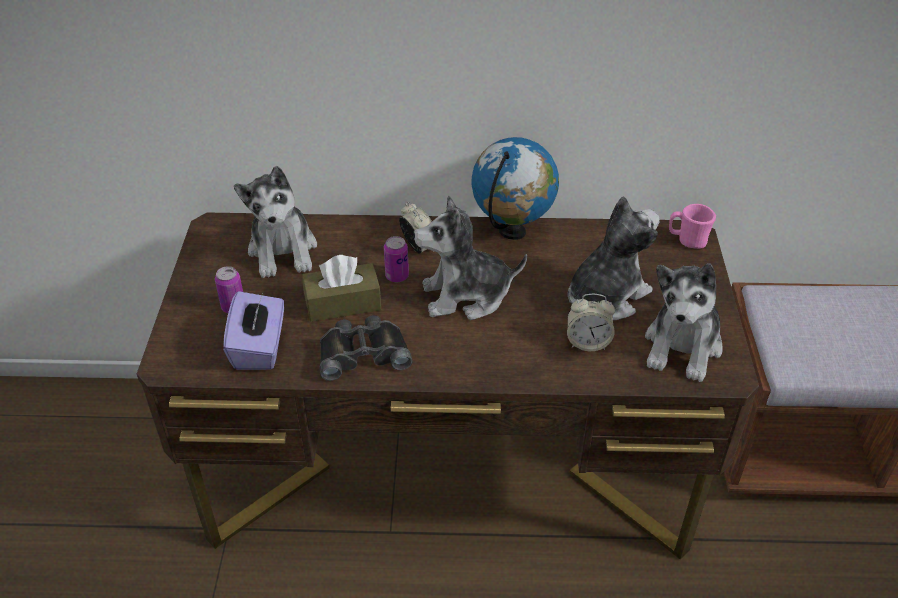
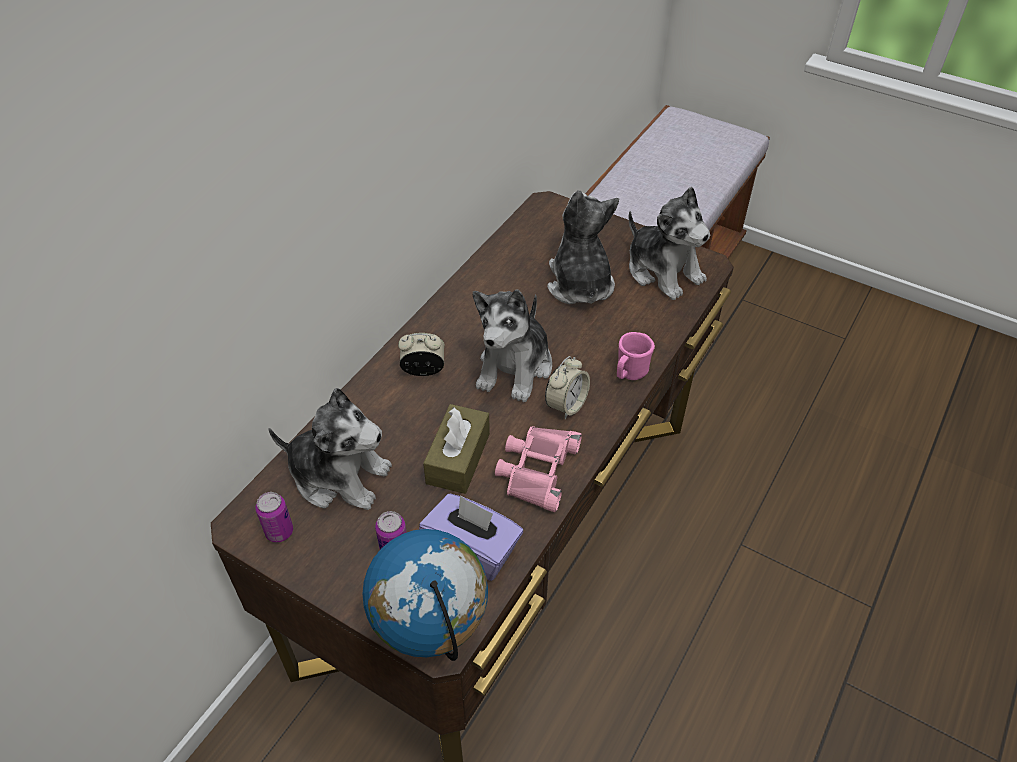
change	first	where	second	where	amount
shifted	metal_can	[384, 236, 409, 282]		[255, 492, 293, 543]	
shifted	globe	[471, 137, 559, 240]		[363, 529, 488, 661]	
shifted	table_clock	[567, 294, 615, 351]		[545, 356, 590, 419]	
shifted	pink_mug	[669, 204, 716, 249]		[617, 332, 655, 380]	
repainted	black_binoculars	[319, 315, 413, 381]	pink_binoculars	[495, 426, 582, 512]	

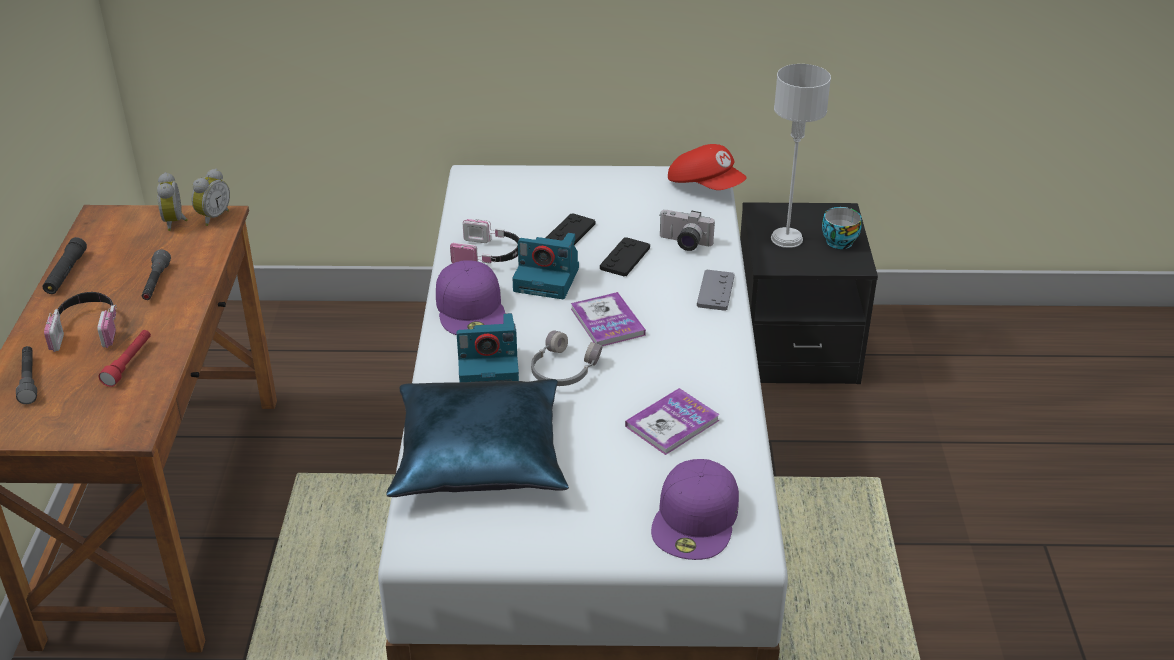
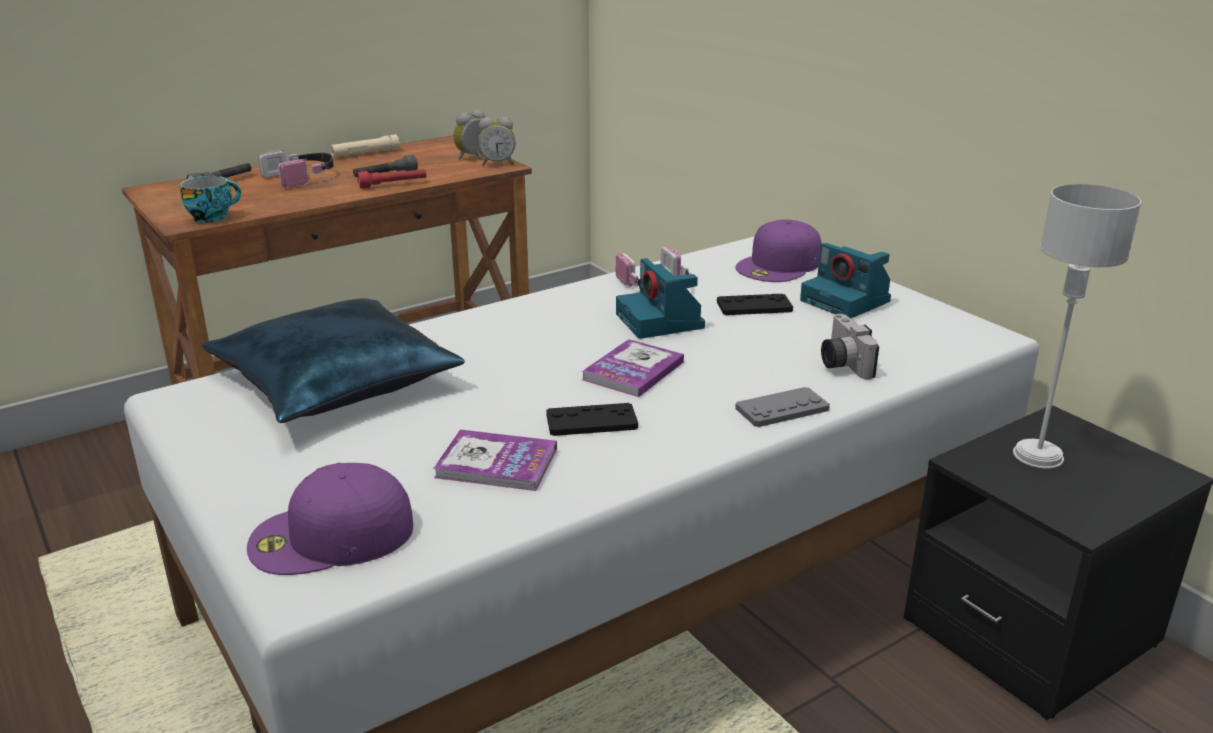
change	first	where	second	where	amount
gone	gray_pair_of_headphones	[531, 330, 602, 386]			
gone	reddish_baseball_cap	[668, 144, 747, 190]			
shifted	reddish_hand_torch	[99, 330, 151, 387]		[357, 169, 426, 188]	
shifted	purple_baseball_cap	[436, 260, 506, 335]		[735, 219, 822, 282]	
shifted	still_camera	[457, 313, 519, 382]		[800, 243, 891, 319]	
shifted	black_gamepad	[600, 237, 650, 277]		[546, 403, 638, 436]	
shifted	cup	[822, 207, 862, 249]		[180, 176, 241, 223]	
repainted	black_hand_torch	[43, 237, 87, 294]	beige_hand_torch	[330, 134, 400, 157]	

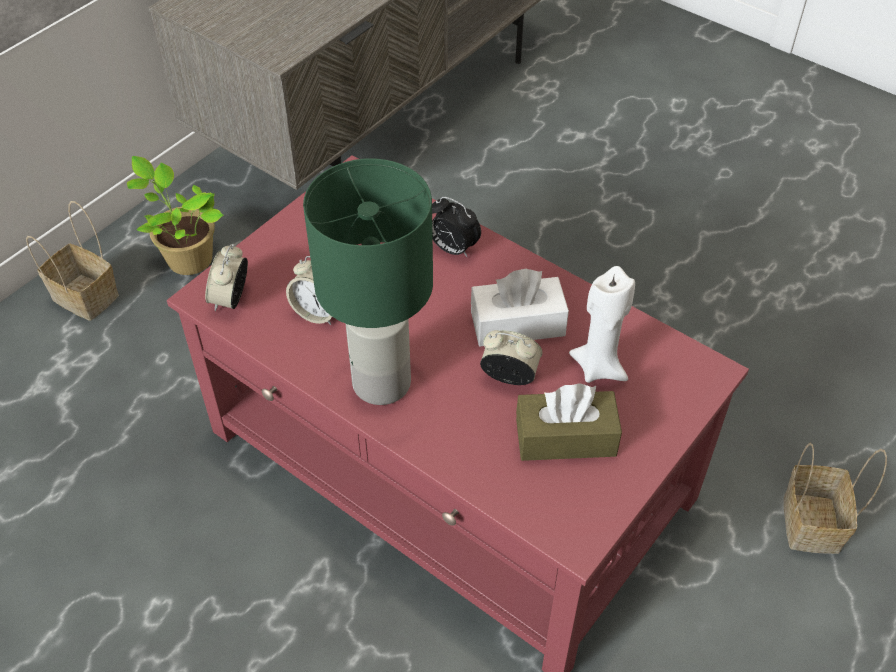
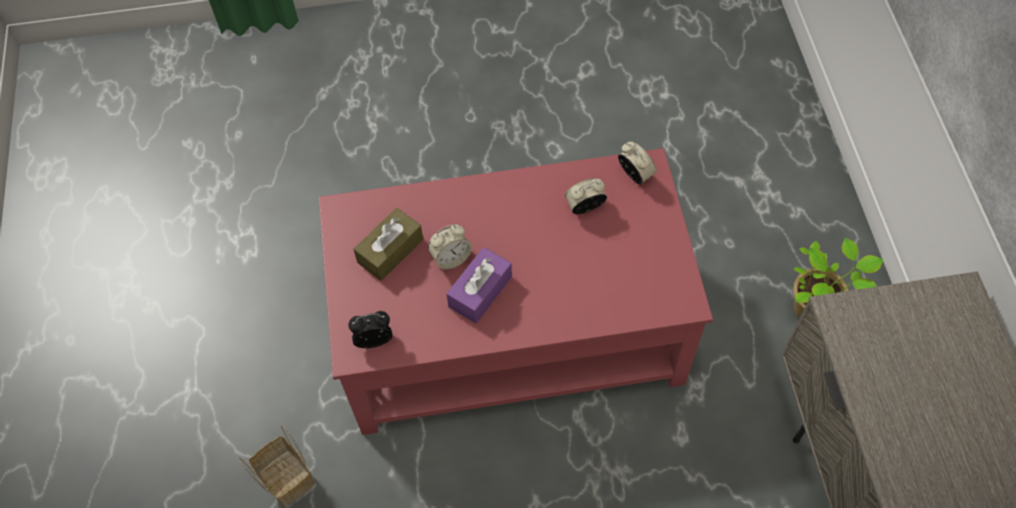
change	first	where	second	where	amount
gone	basket	[26, 201, 119, 321]			
gone	greenish_lamp_for_a_table	[303, 159, 433, 405]			
gone	white-coloured_candle	[569, 266, 635, 383]			
shifted	table_clock	[432, 197, 481, 258]		[348, 311, 393, 348]	
repainted	white-coloured_box_of_tissues	[471, 269, 569, 346]	purple_box_of_tissues	[447, 247, 512, 324]	

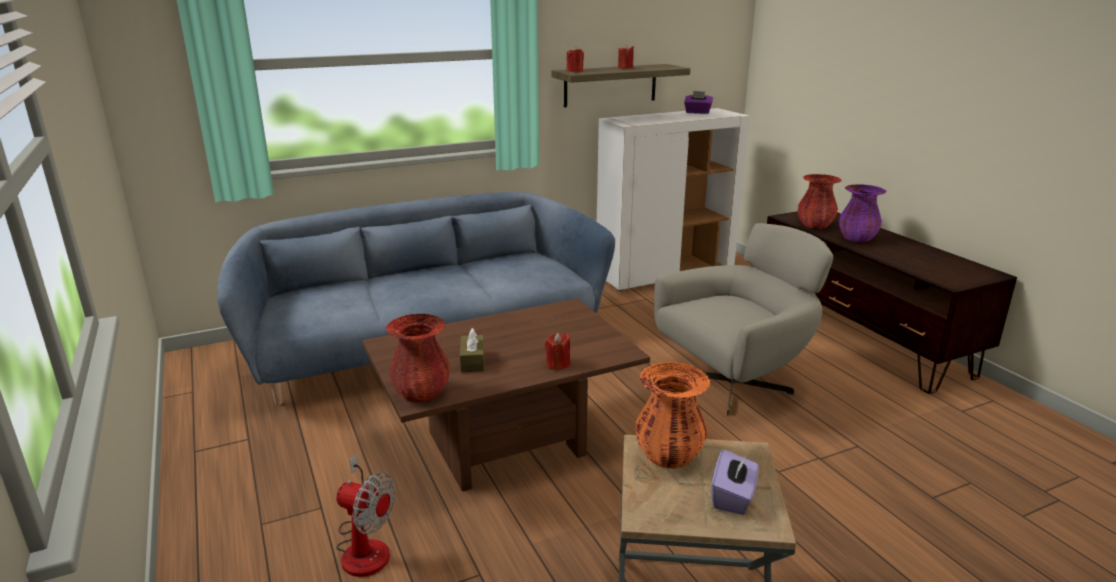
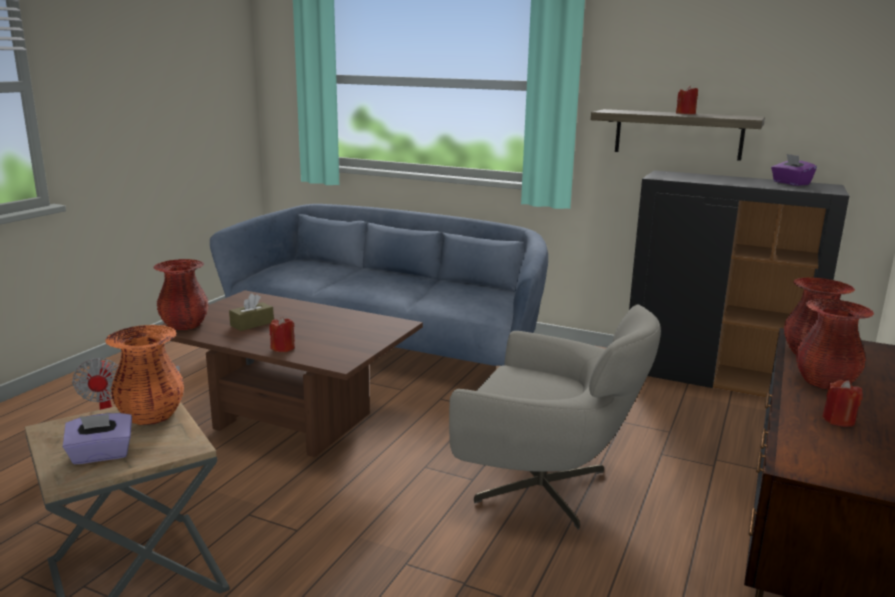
change	first	where	second	where	amount
shifted	reddish_candle	[566, 47, 584, 72]		[822, 380, 863, 427]	
repainted	white-coloured_storage_cabinet	[597, 108, 750, 291]	black_storage_cabinet	[629, 170, 849, 397]	
repainted	purple_decorative_vase	[839, 184, 886, 242]	reddish_decorative_vase	[795, 299, 874, 389]	

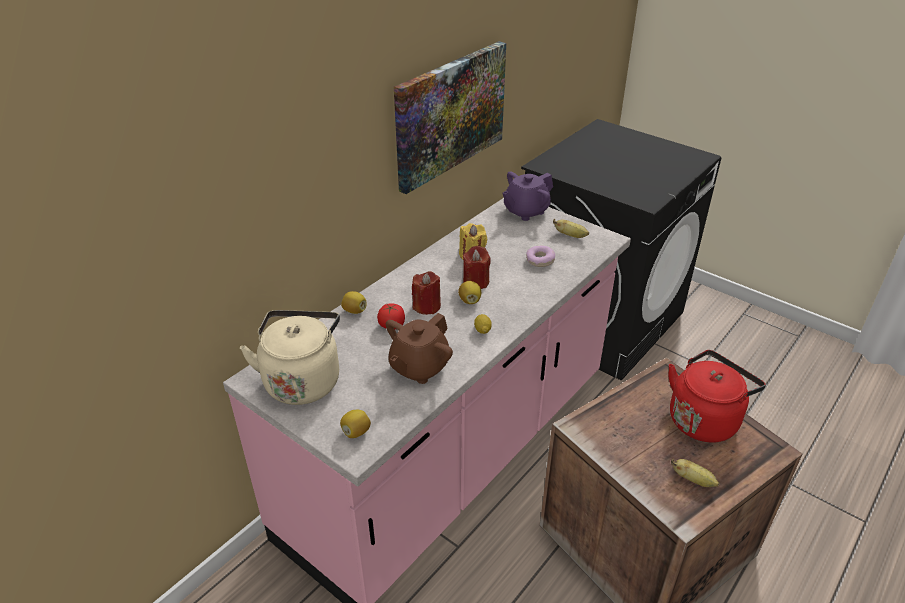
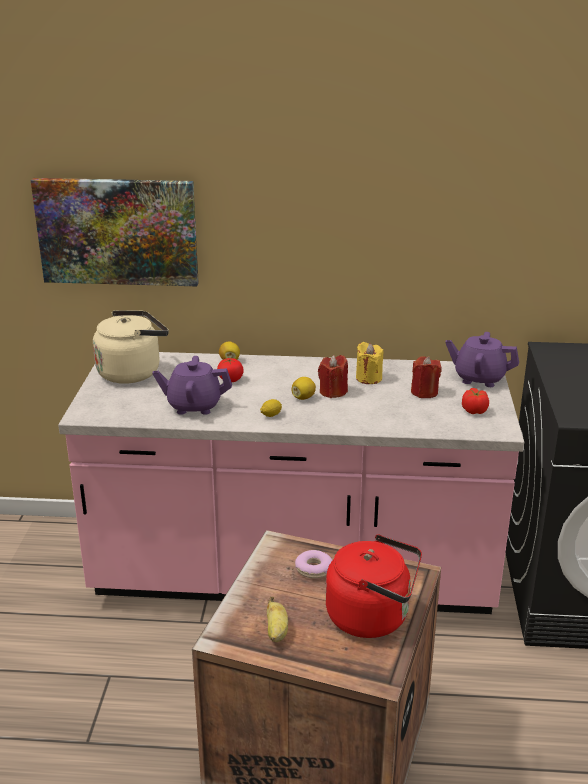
change	first	where	second	where	amount
gone	lemon	[340, 410, 371, 438]			
shifted	wall_art	[394, 41, 506, 194]		[31, 178, 199, 286]	
shifted	reddish_candle	[412, 271, 441, 315]		[411, 356, 441, 398]	
shifted	donut	[526, 246, 555, 267]		[295, 550, 332, 579]	
swapped	banana_fruit	[553, 219, 589, 238]	fresh_tomato	[462, 388, 489, 414]	
repainted	brown_tea_pot	[386, 313, 453, 384]	purple_tea_pot	[152, 356, 232, 415]	

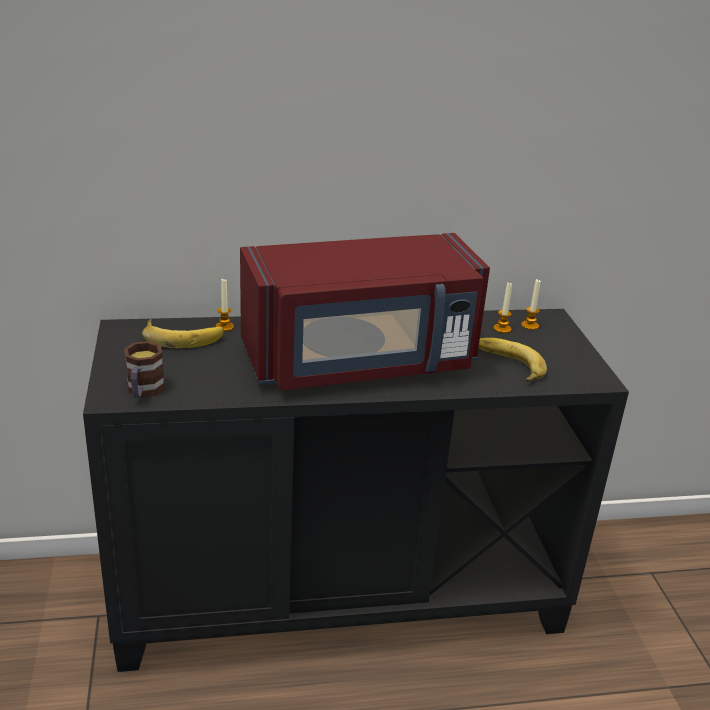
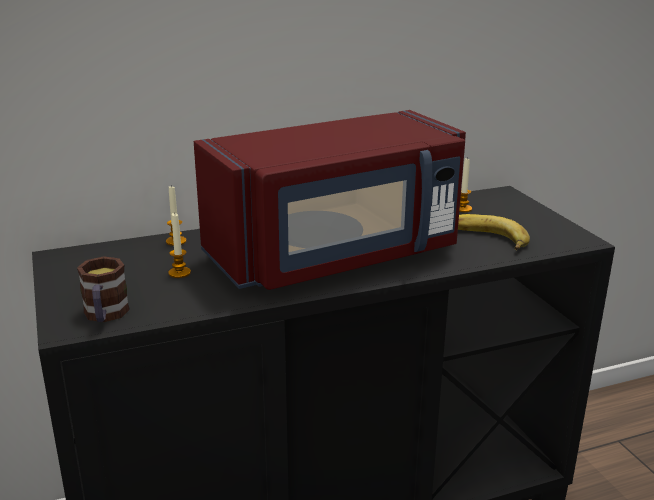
change	first	where	second	where	amount
gone	banana_fruit	[142, 319, 224, 348]			
shifted	candle	[521, 279, 541, 330]		[168, 212, 191, 278]	

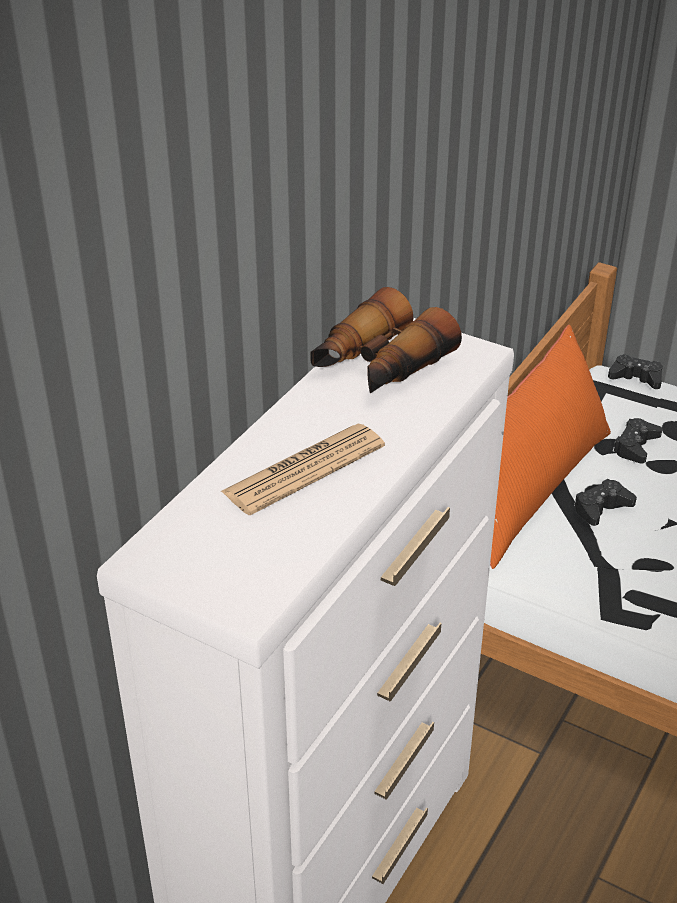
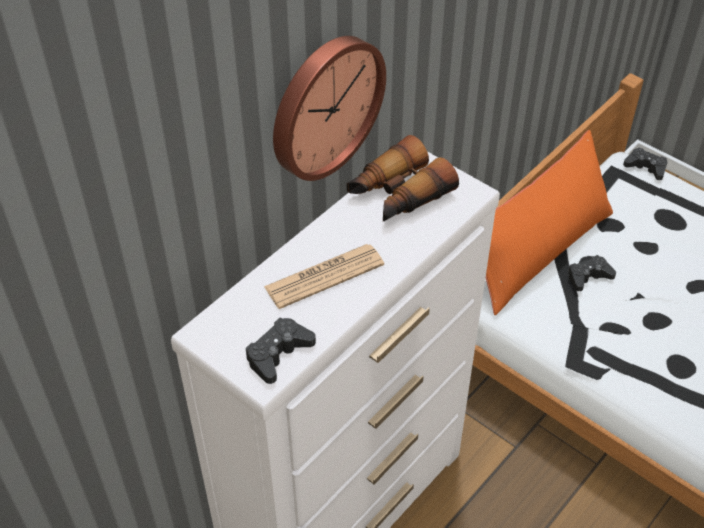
change	first	where	second	where	amount
new			clock_on_the_wall	[273, 36, 386, 181]	
shifted	black_gamepad	[612, 418, 662, 463]		[246, 318, 316, 384]	

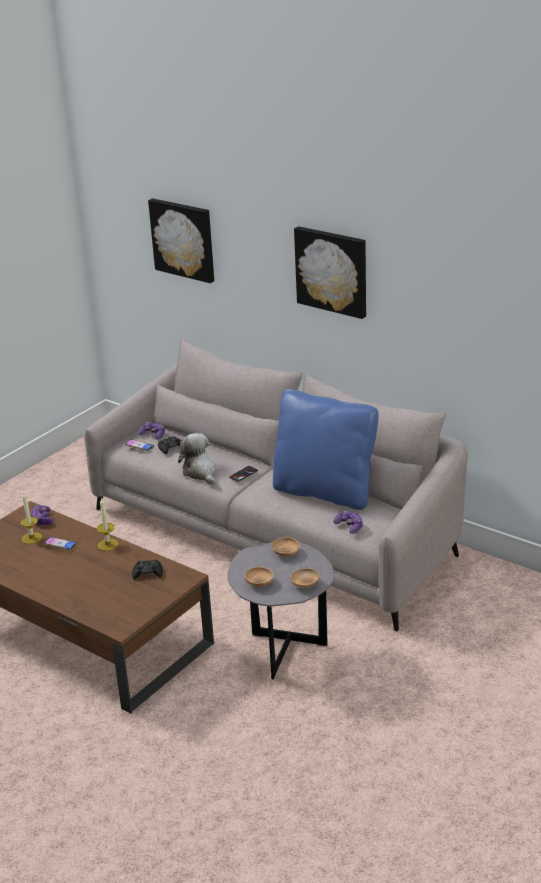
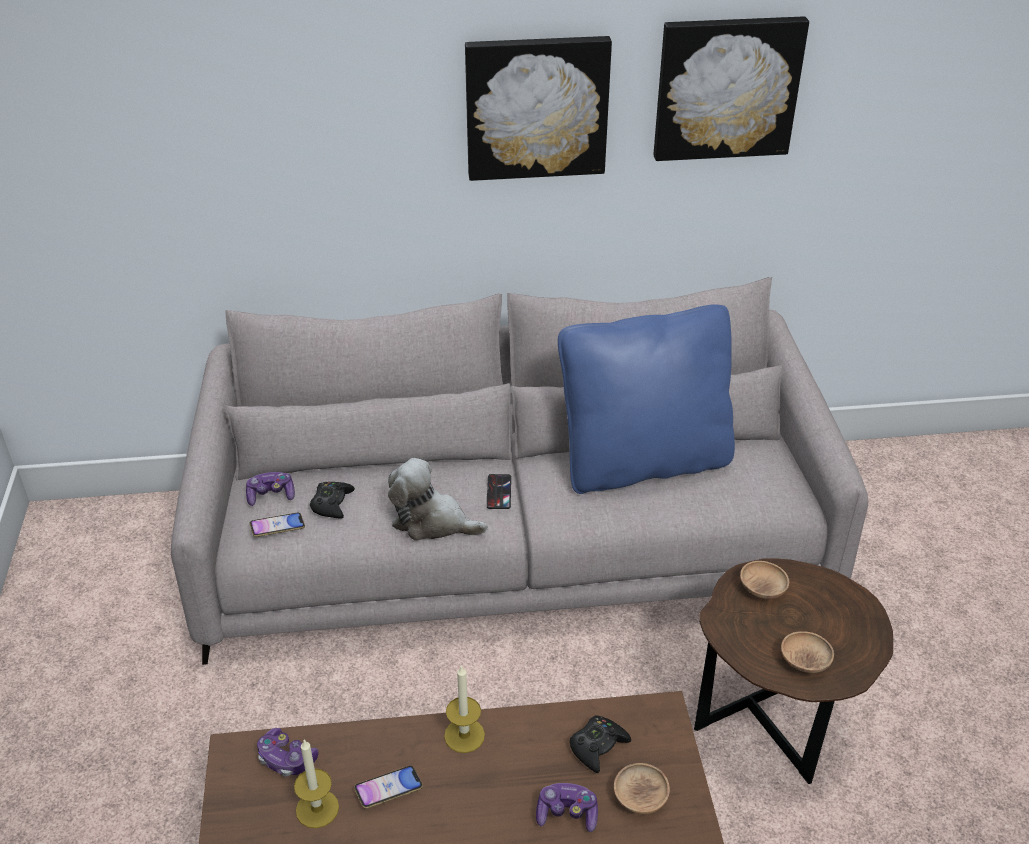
change	first	where	second	where	amount
shifted	wall_art	[148, 198, 214, 283]		[654, 17, 809, 161]	
shifted	brown_bowl	[290, 568, 320, 588]		[614, 763, 670, 814]	
shifted	gamepad	[334, 510, 363, 534]		[536, 783, 598, 832]	
repainted	gray_accent_table	[227, 542, 334, 680]	brown_accent_table	[694, 559, 893, 784]	

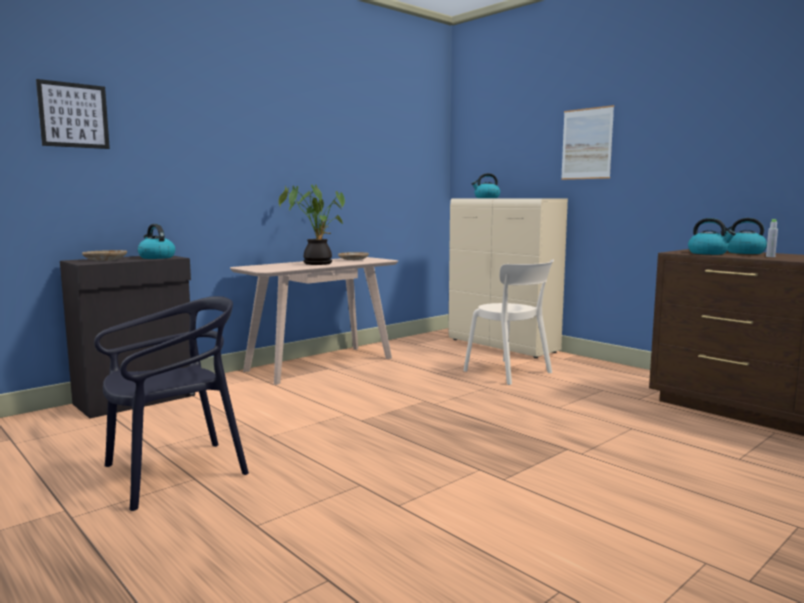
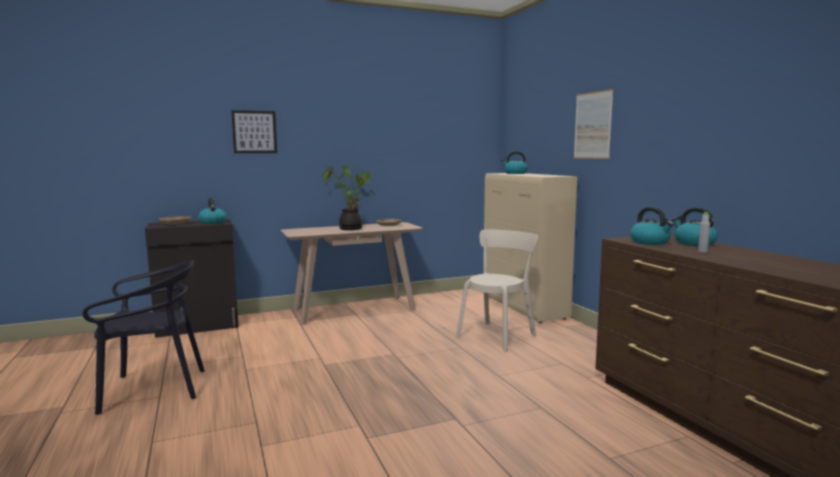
change	first	where	second	where	amount
shifted	wall_art	[36, 79, 110, 149]		[231, 110, 277, 153]	
rotated	beige_plain_chair	[463, 259, 554, 385]		[456, 229, 538, 352]	120 degrees counterclockwise

